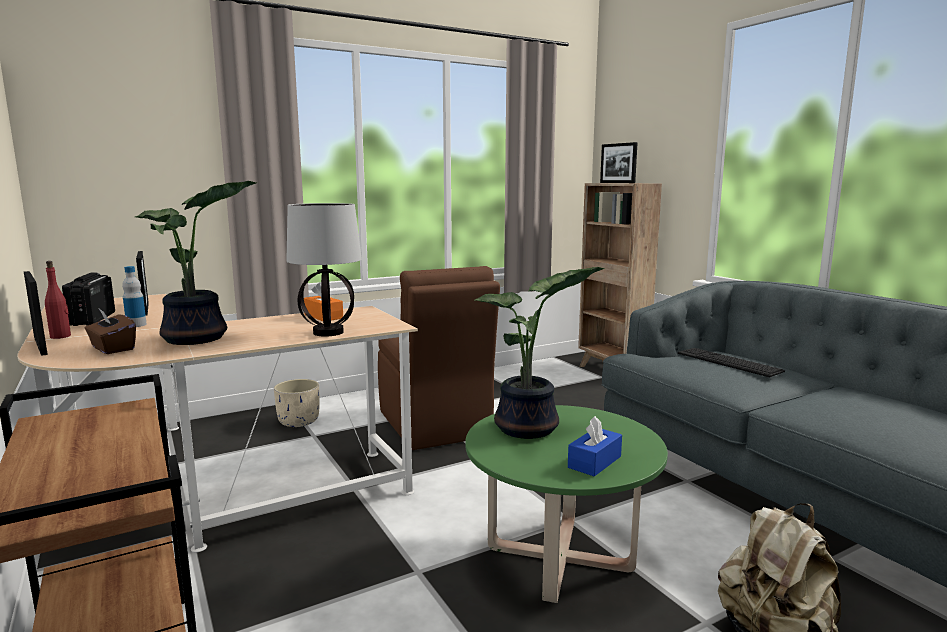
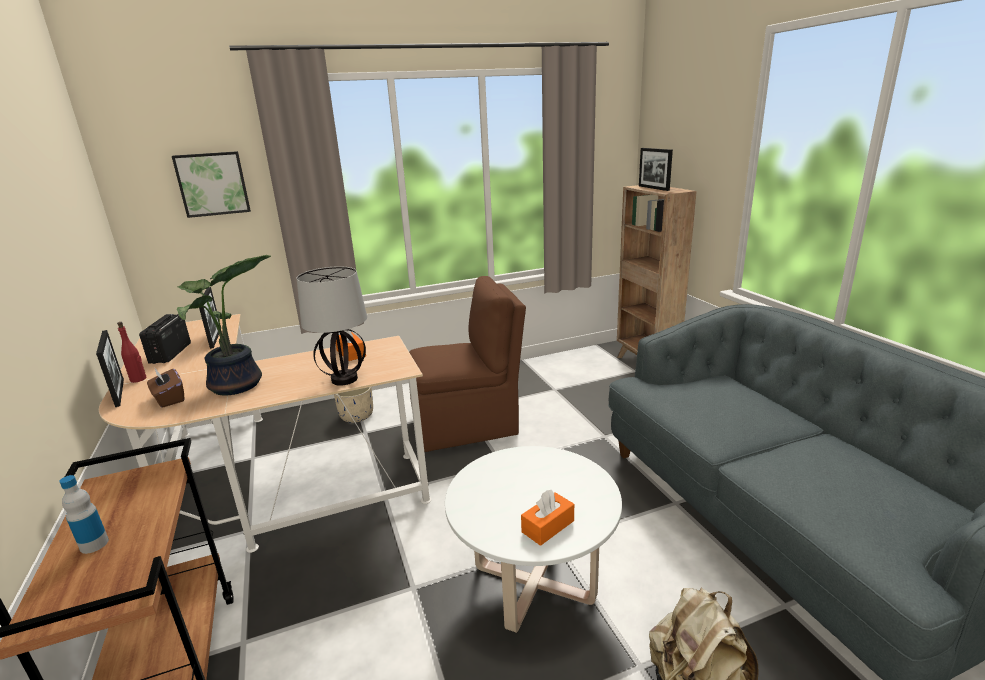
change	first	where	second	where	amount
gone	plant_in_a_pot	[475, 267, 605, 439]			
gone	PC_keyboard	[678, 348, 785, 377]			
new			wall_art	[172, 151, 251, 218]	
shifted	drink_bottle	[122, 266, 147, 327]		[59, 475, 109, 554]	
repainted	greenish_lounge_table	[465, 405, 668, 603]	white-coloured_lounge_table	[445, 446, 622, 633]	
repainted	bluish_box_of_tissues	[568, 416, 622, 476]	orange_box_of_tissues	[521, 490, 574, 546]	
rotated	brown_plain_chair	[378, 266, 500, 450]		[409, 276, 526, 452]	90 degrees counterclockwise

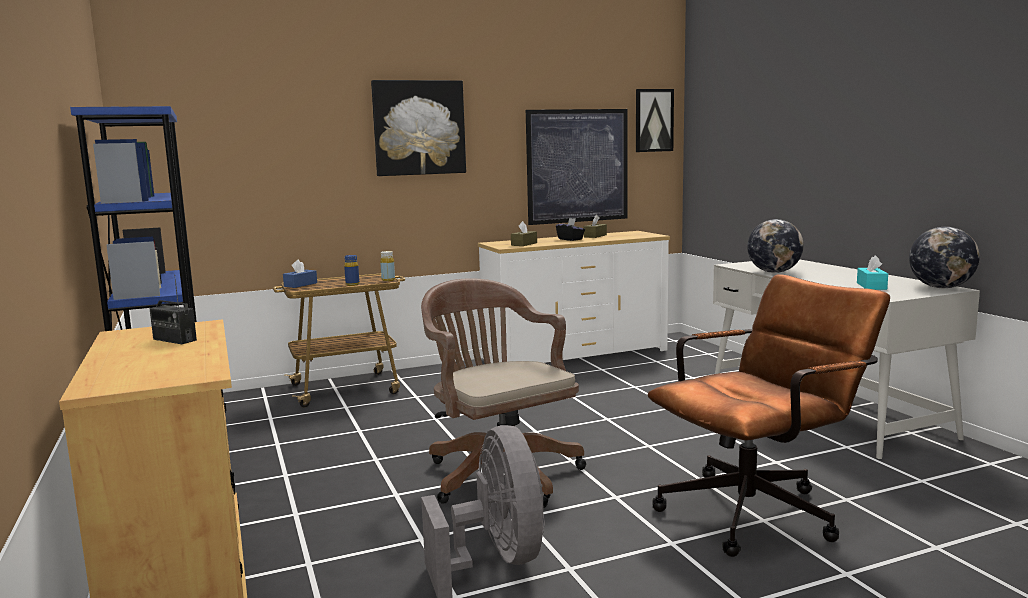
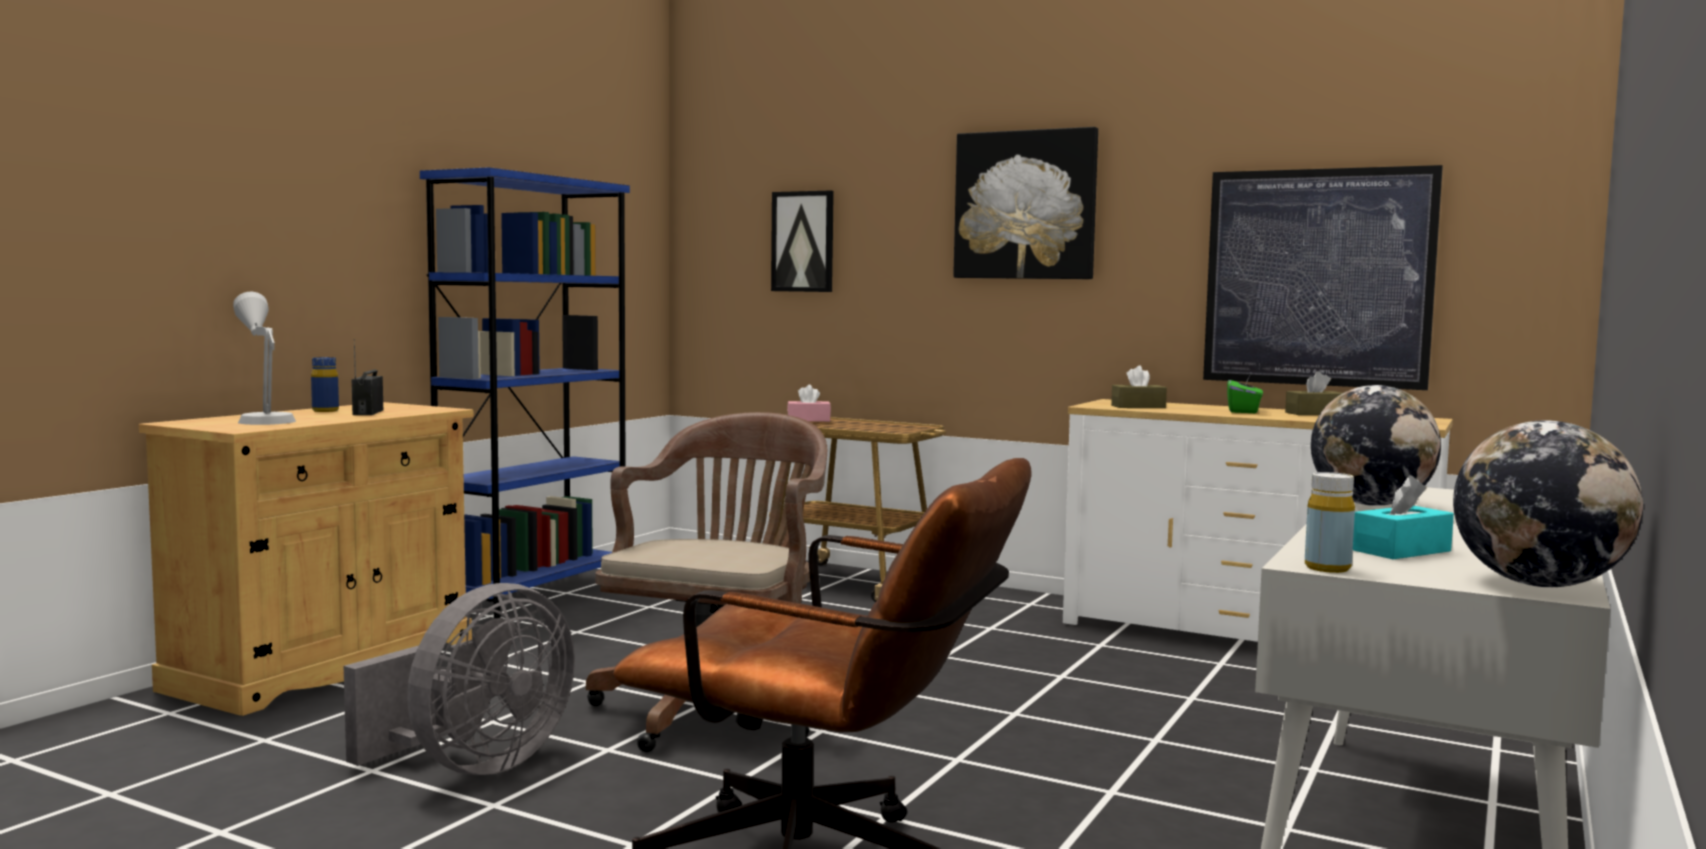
change	first	where	second	where	amount
new			gray_lamp_for_a_table	[233, 292, 296, 425]	
shifted	bluish_drink_bottle	[344, 255, 359, 286]		[311, 357, 339, 412]	
shifted	yellowish_drink_bottle	[380, 251, 395, 281]		[1305, 472, 1355, 573]	
shifted	wall_art	[636, 89, 674, 152]		[771, 190, 834, 292]	
repainted	bluish_box_of_tissues	[283, 260, 317, 288]	pink_box_of_tissues	[787, 385, 831, 422]	
repainted	black_box_of_tissues	[556, 218, 585, 241]	greenish_box_of_tissues	[1227, 373, 1263, 413]	

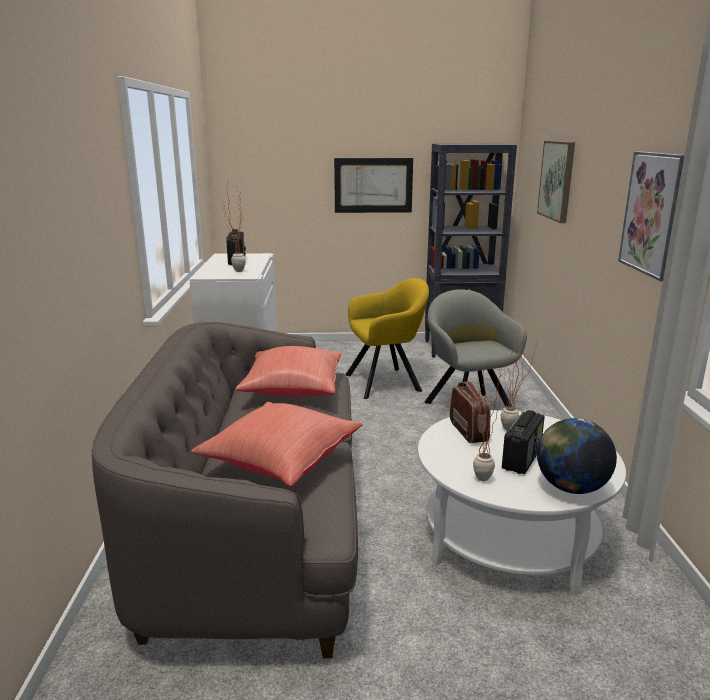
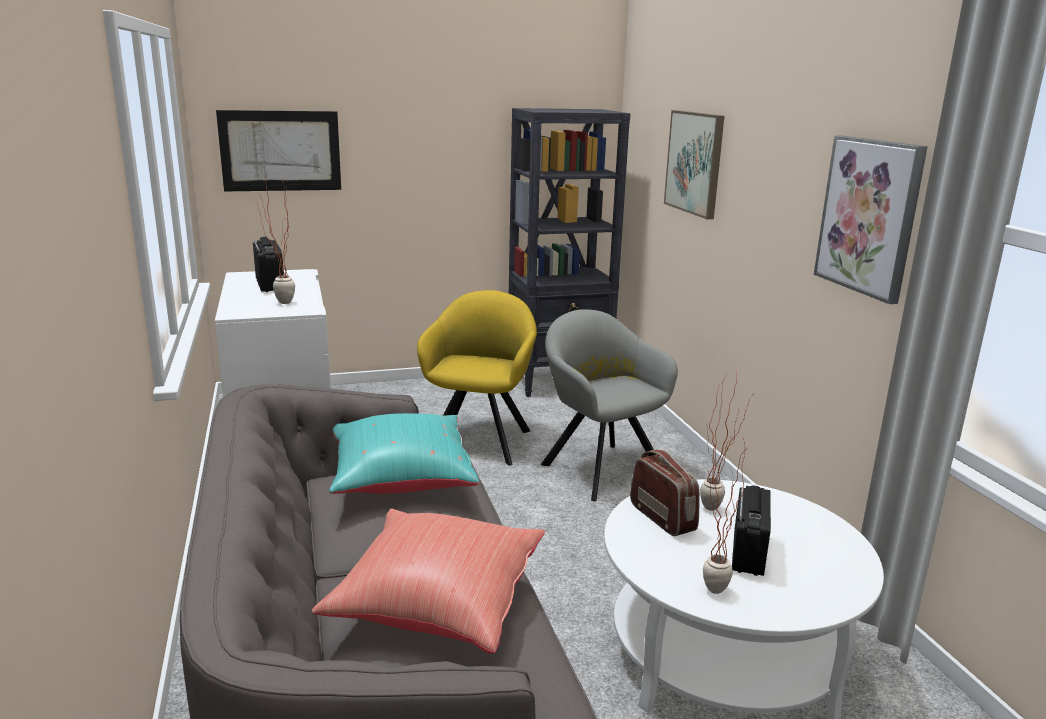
change	first	where	second	where	amount
gone	globe	[537, 418, 617, 494]			
shifted	wall_art	[334, 158, 413, 213]		[216, 110, 341, 191]	
repainted	reddish_pillow	[235, 346, 342, 397]	turquoise_pillow	[329, 413, 479, 494]	
rotated	yellowish_easy_chair	[346, 278, 429, 399]		[417, 290, 537, 466]	45 degrees counterclockwise

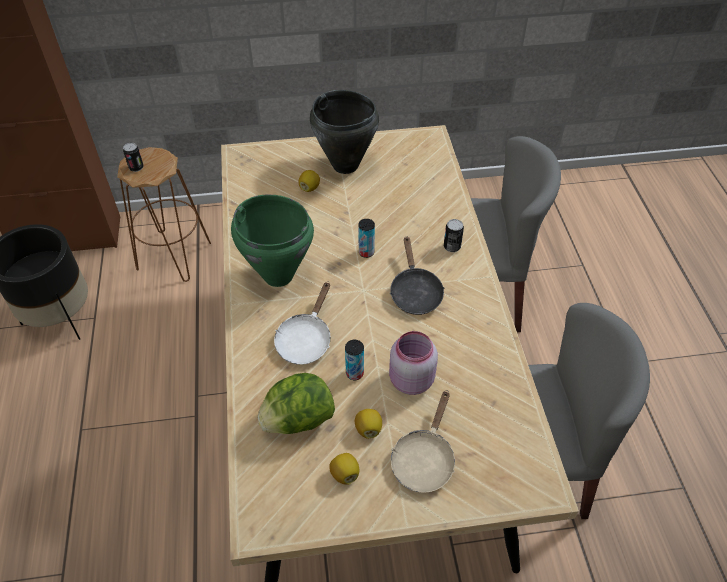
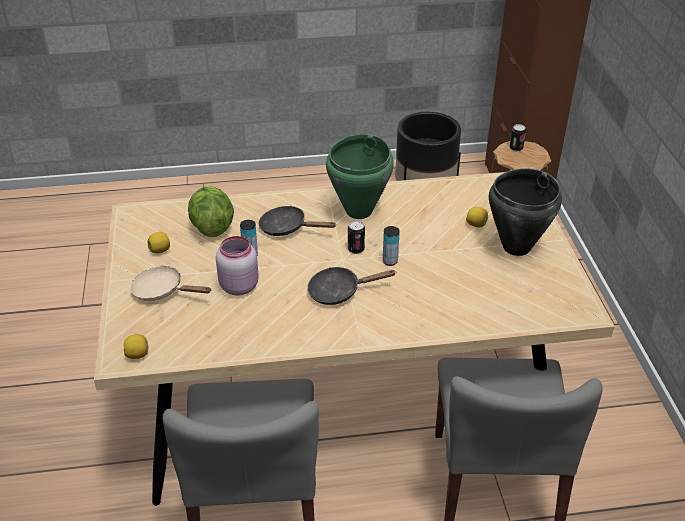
change	first	where	second	where	amount
shifted	lemon	[355, 409, 382, 439]		[124, 334, 149, 359]	
shifted	metal_can	[444, 219, 464, 252]		[348, 221, 365, 254]	
repainted	white-coloured_skillet	[274, 282, 331, 365]	black_skillet	[258, 206, 337, 236]	

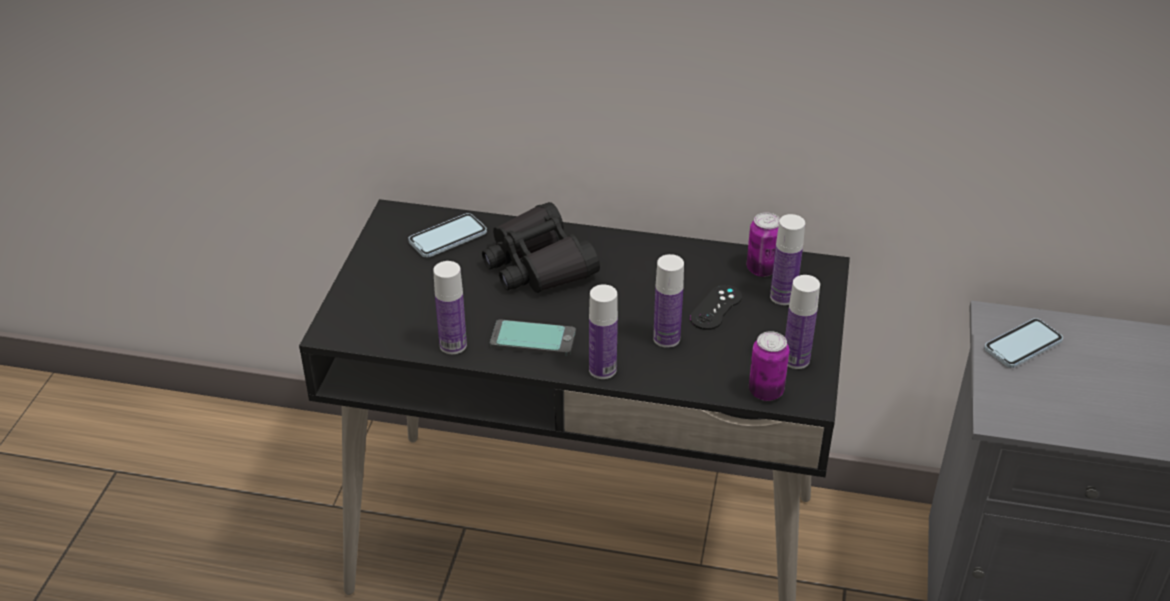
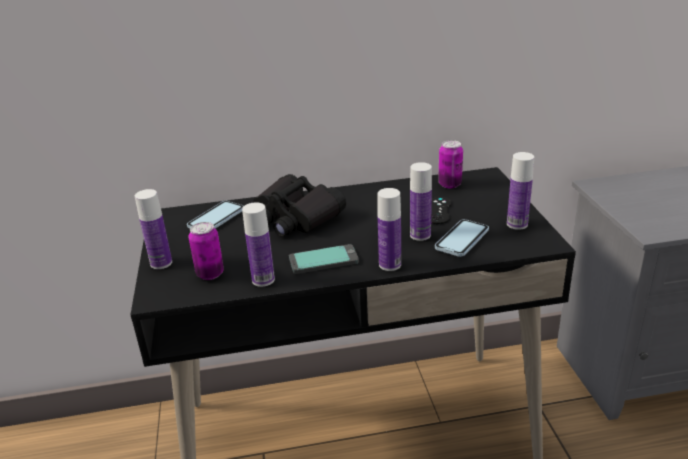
change	first	where	second	where	amount
shifted	metal_can	[749, 331, 790, 401]		[188, 222, 224, 280]	
shifted	drink_bottle	[770, 214, 805, 305]		[135, 189, 172, 269]	
shifted	phone	[984, 318, 1063, 368]		[435, 219, 489, 257]	

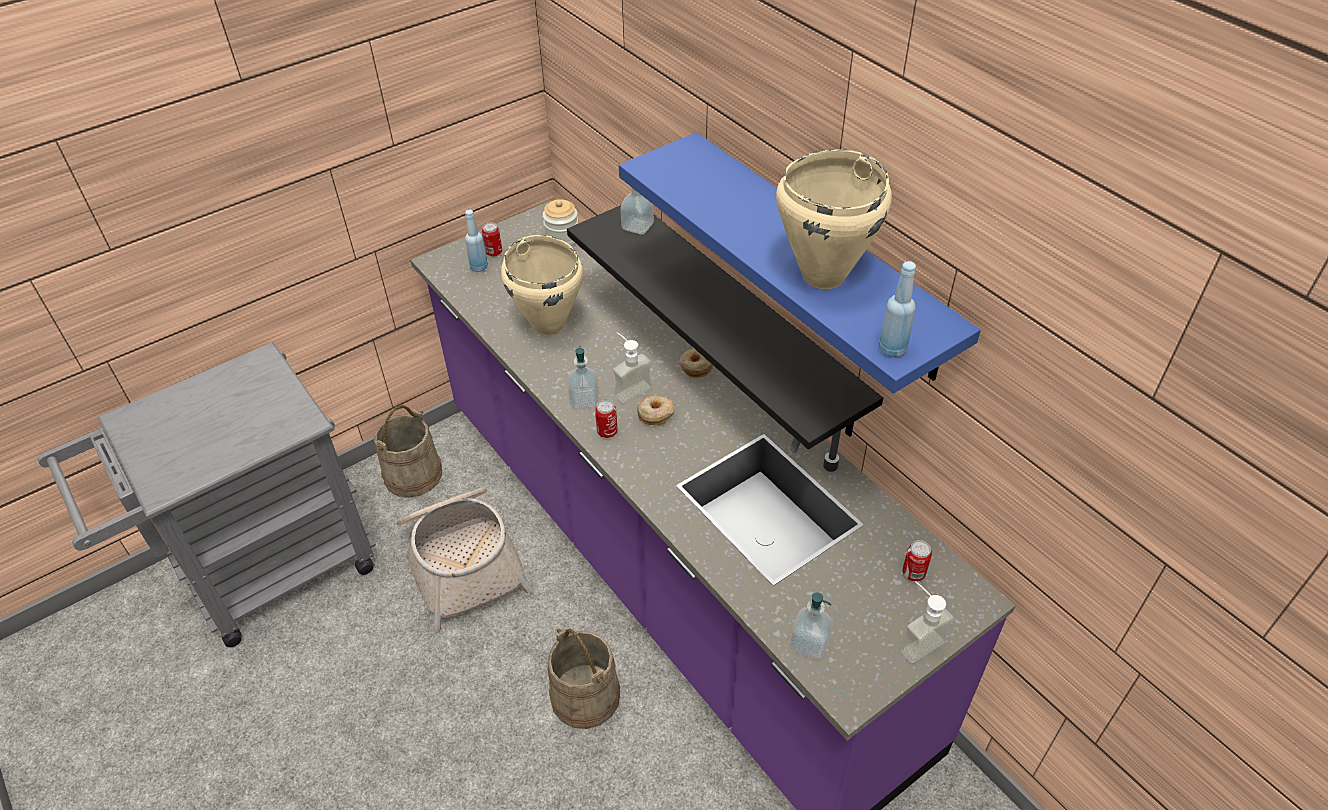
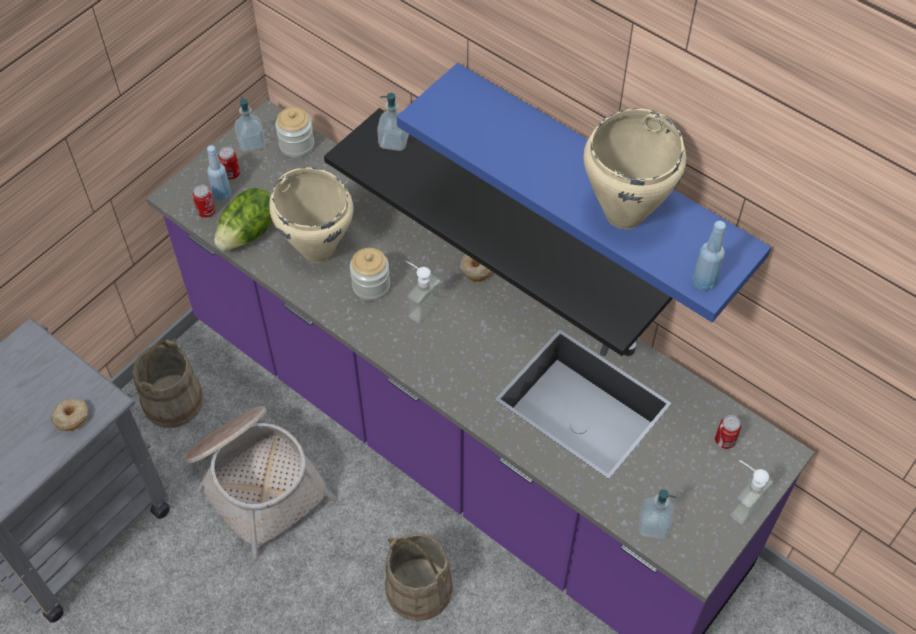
change	first	where	second	where	amount
new			lettuce	[214, 188, 273, 251]	
new			jar	[350, 248, 390, 301]	
shifted	soap_dispenser	[568, 345, 599, 409]		[235, 97, 266, 152]	
shifted	metal_can	[595, 400, 618, 438]		[193, 185, 216, 218]	
shifted	donut	[637, 396, 674, 425]		[51, 399, 88, 431]	

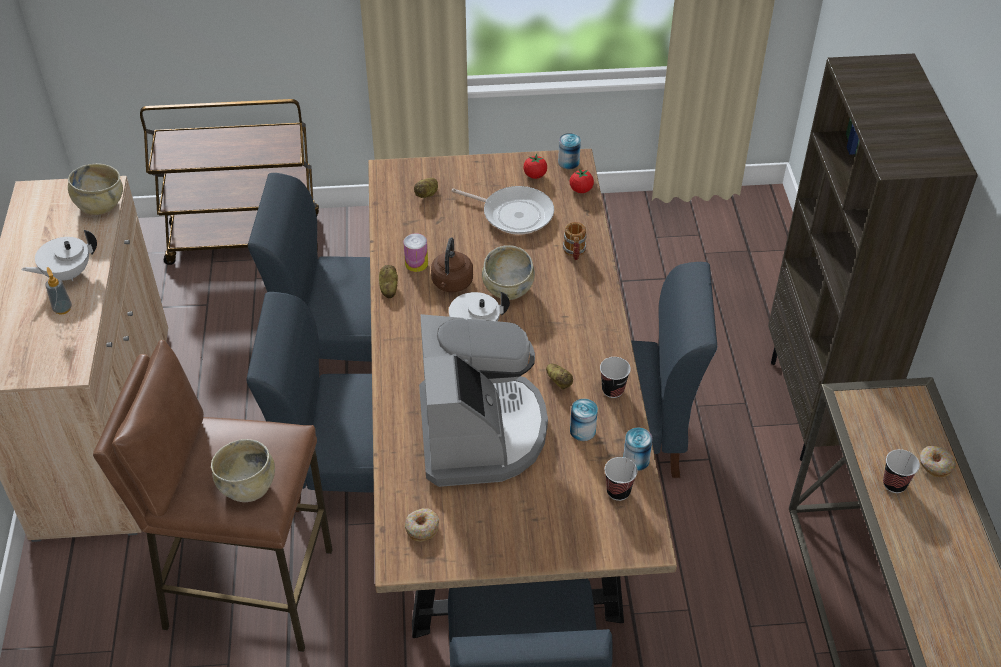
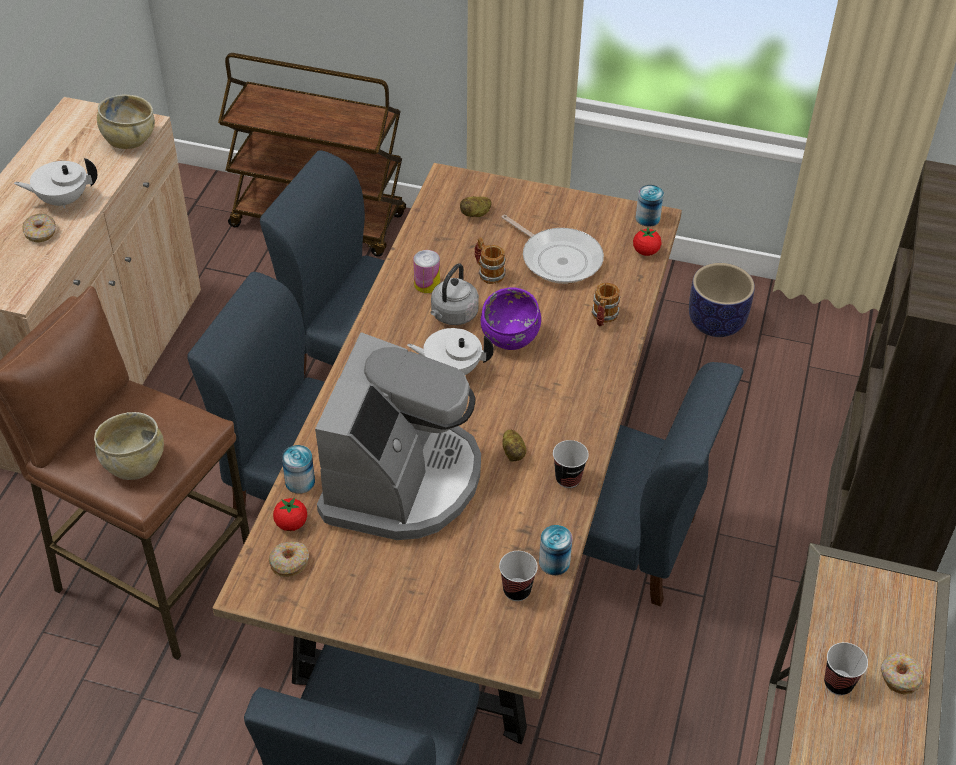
change	first	where	second	where	amount
gone	potato	[379, 265, 398, 298]			
new			mug	[474, 237, 506, 284]	
new			plant_pot	[689, 263, 755, 337]	
shifted	fresh_tomato	[523, 154, 547, 179]		[273, 498, 307, 531]	
shifted	metal_can	[570, 399, 598, 441]		[282, 445, 315, 494]	
swapped	soap_dispenser	[45, 267, 72, 314]	donut	[22, 214, 56, 243]	
repainted	brown_water_kettle	[431, 237, 473, 292]	gray_water_kettle	[430, 263, 479, 325]	
repainted	beige_bowl	[482, 245, 535, 300]	purple_bowl	[481, 288, 541, 350]	

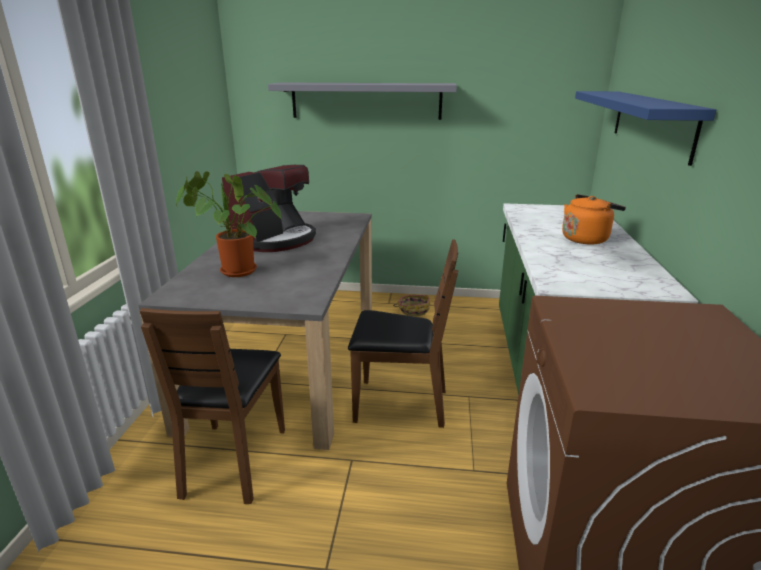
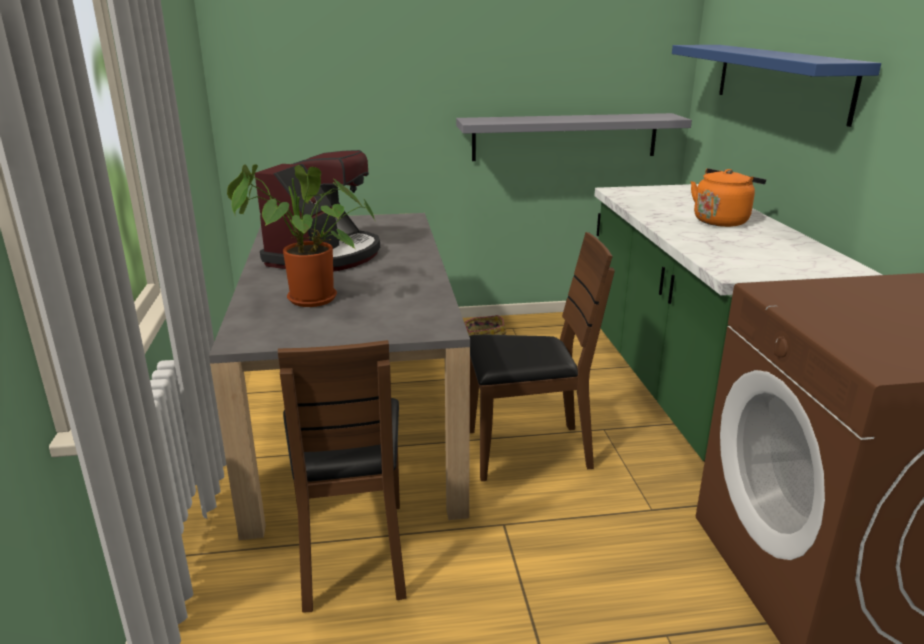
change	first	where	second	where	amount
shifted	gray_wall_shelf	[268, 82, 457, 120]		[456, 113, 692, 161]	

